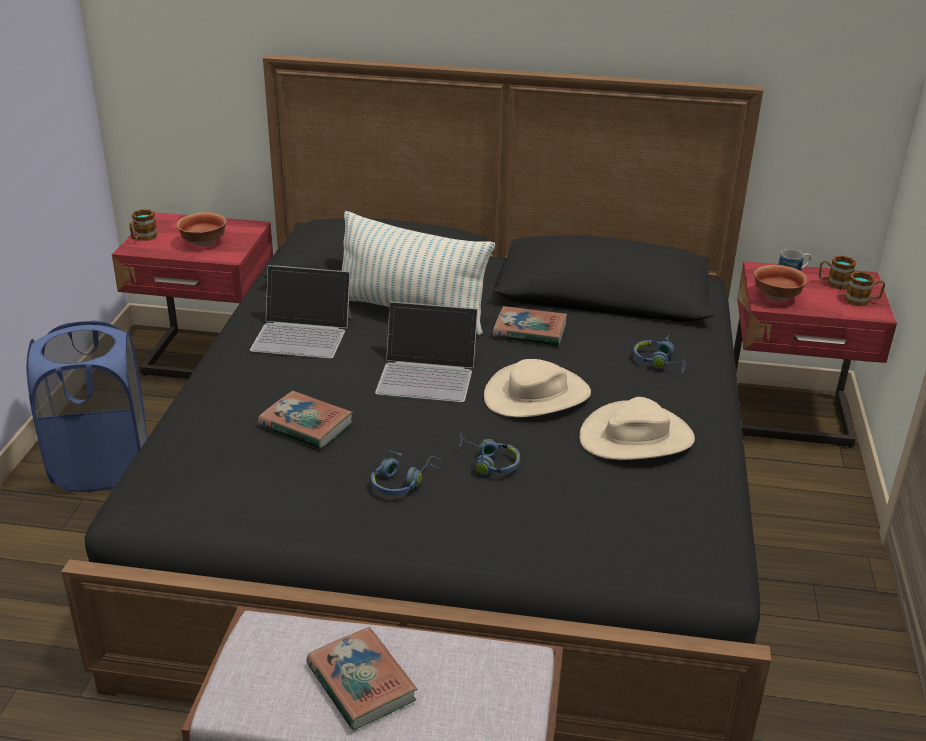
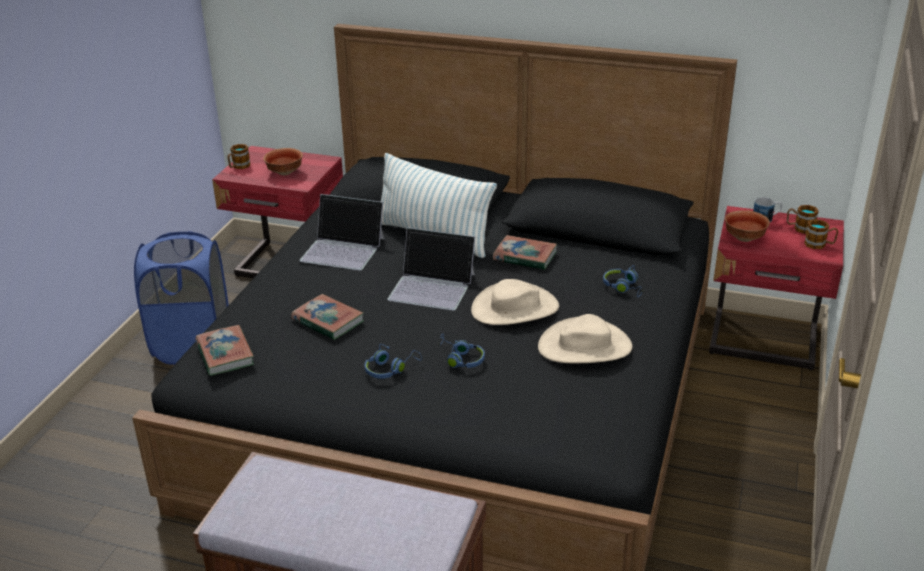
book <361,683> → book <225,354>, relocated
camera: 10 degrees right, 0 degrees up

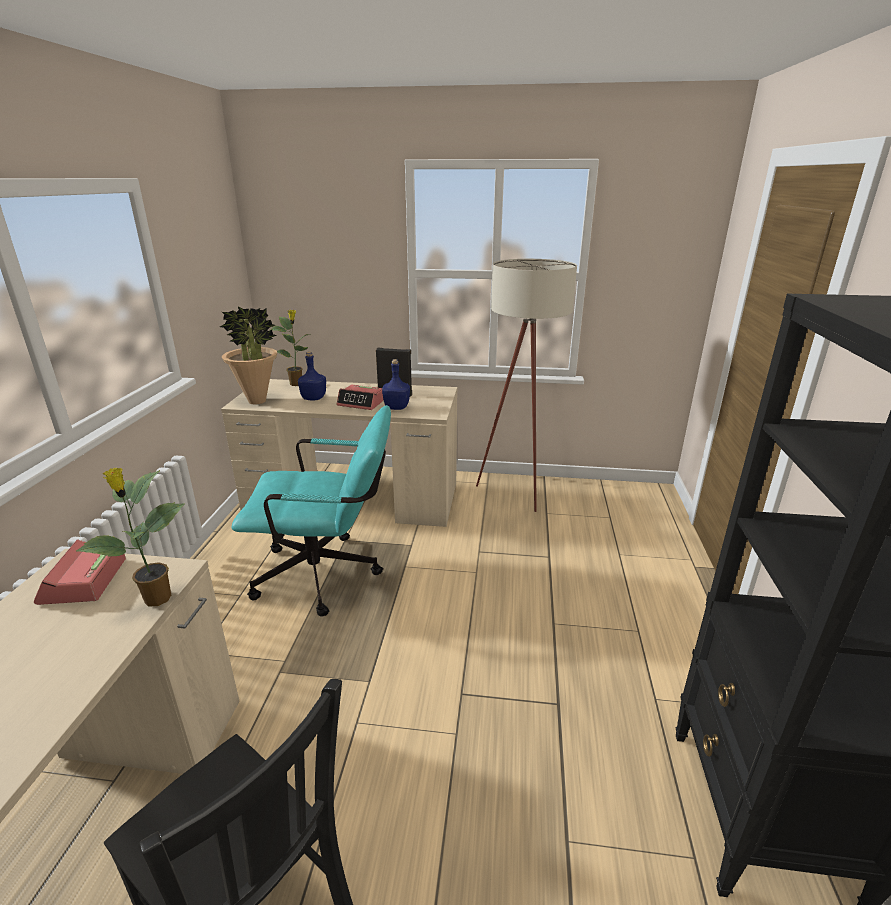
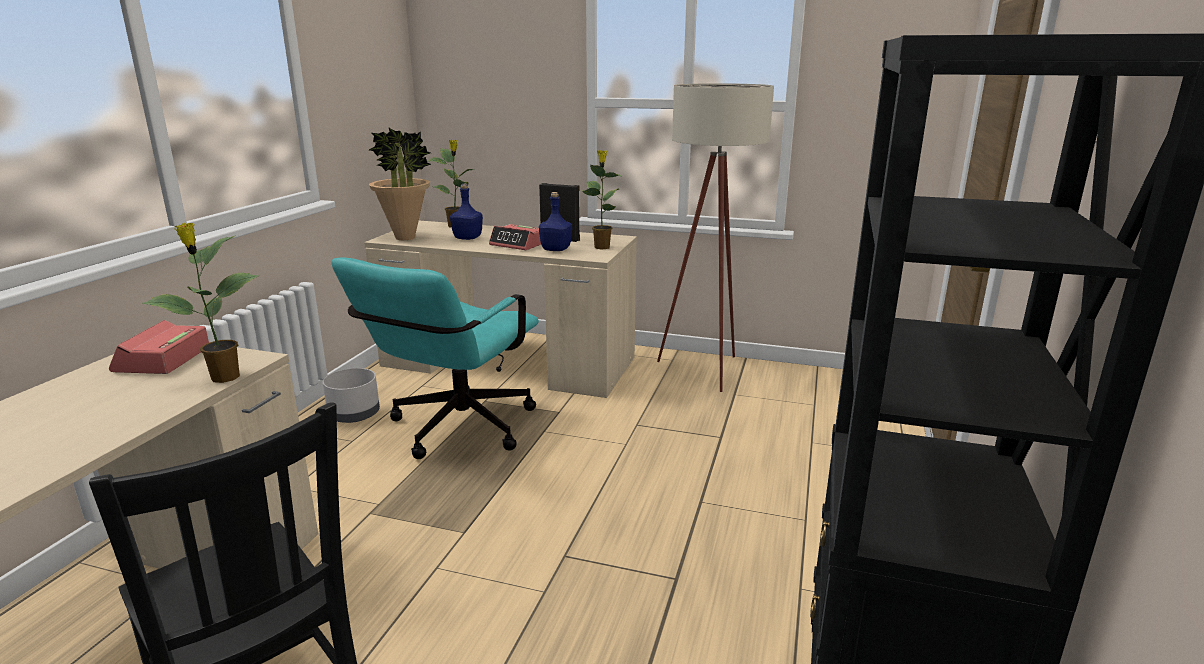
turquoise office chair <328,575> → turquoise office chair <454,431>, 105 degrees clockwise
- → grey planter <355,415>
- → potted plant <602,247>
camera: 10 degrees right, 5 degrees down

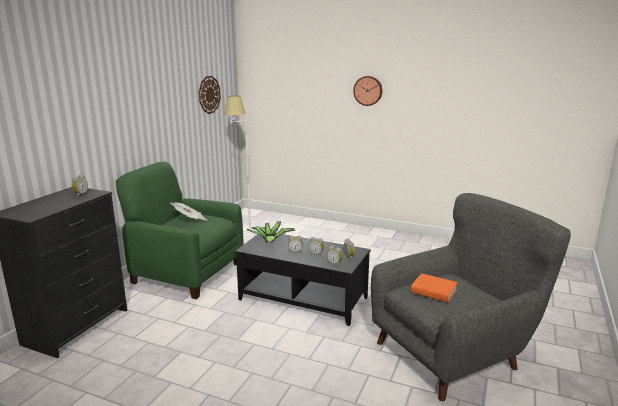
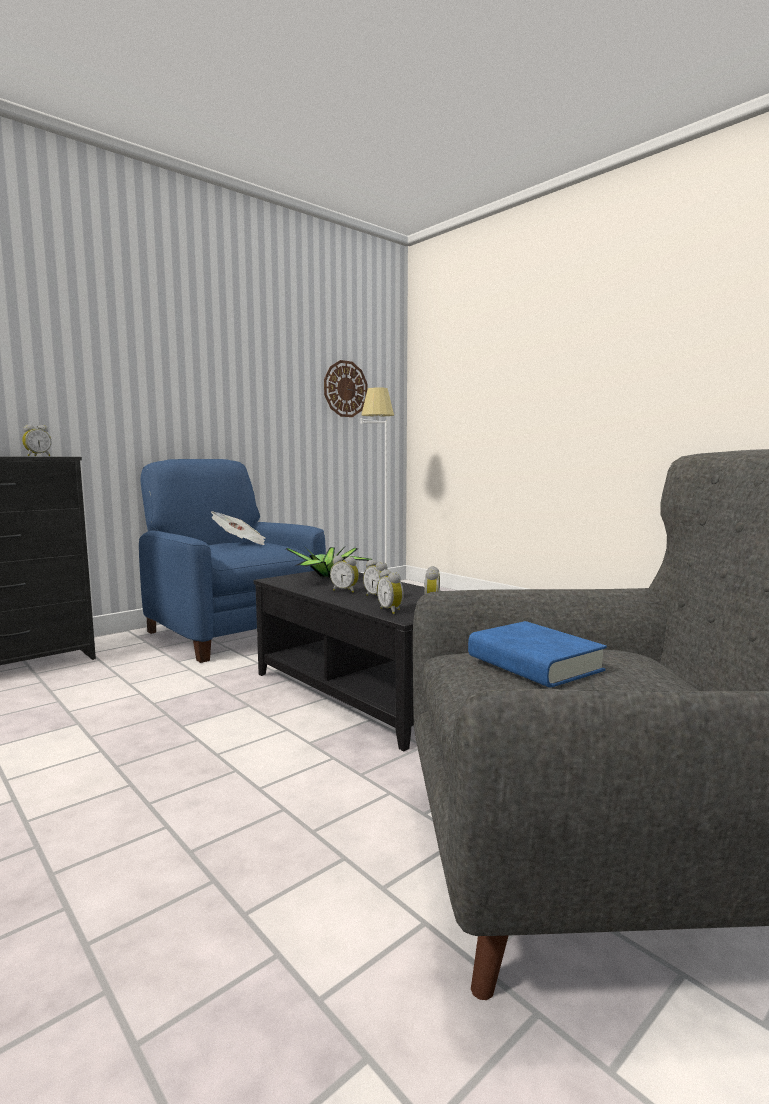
green armchair <186,273> → blue armchair <233,632>
wall clock <368,90> → -
orange book <433,291> → blue book <534,663>
camera: 25 degrees right, 10 degrees down

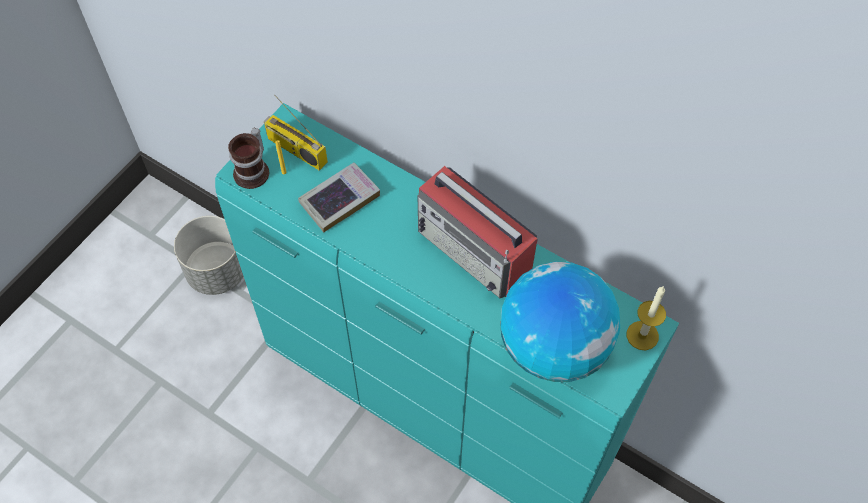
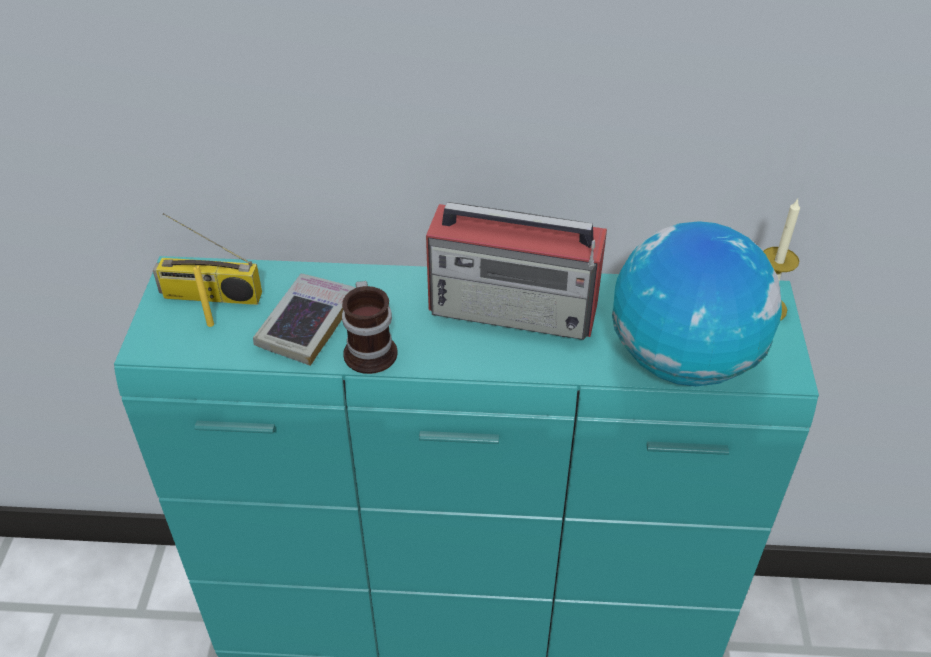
grey planter <217,271> → -
mug <254,171> → mug <372,349>, relocated
camera: 30 degrees left, 15 degrees down

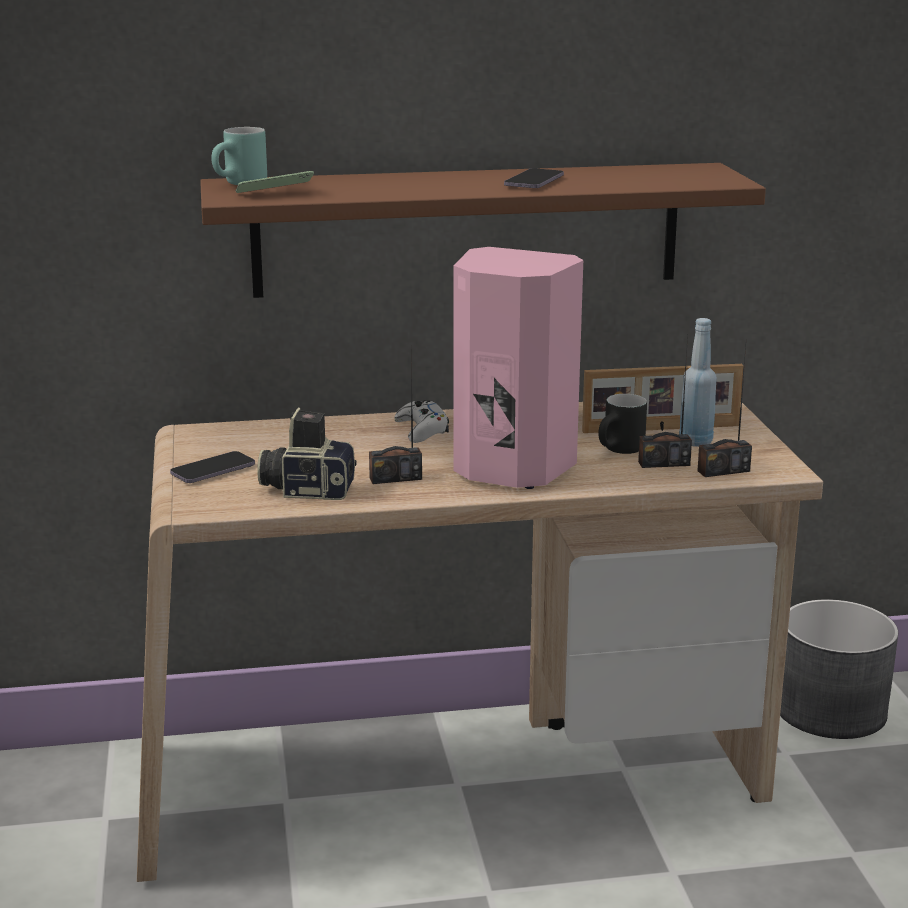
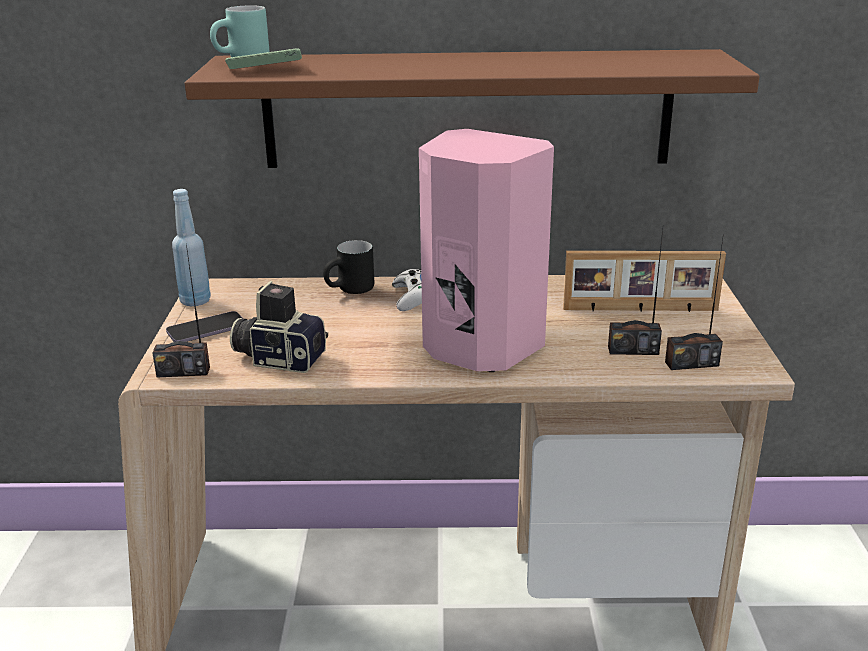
radio <395,478> → radio <183,371>, relocated
phone <534,182> → -
black mug <621,452> → black mug <351,292>, relocated
blue bottle <695,442> → blue bottle <195,301>, relocated
grey planter <830,710> → -
camera: 10 degrees right, 5 degrees up

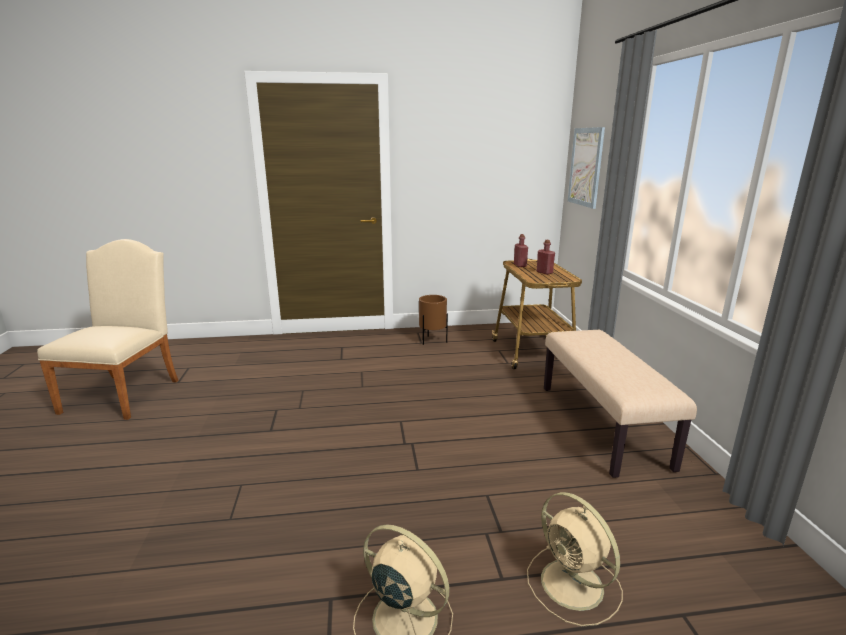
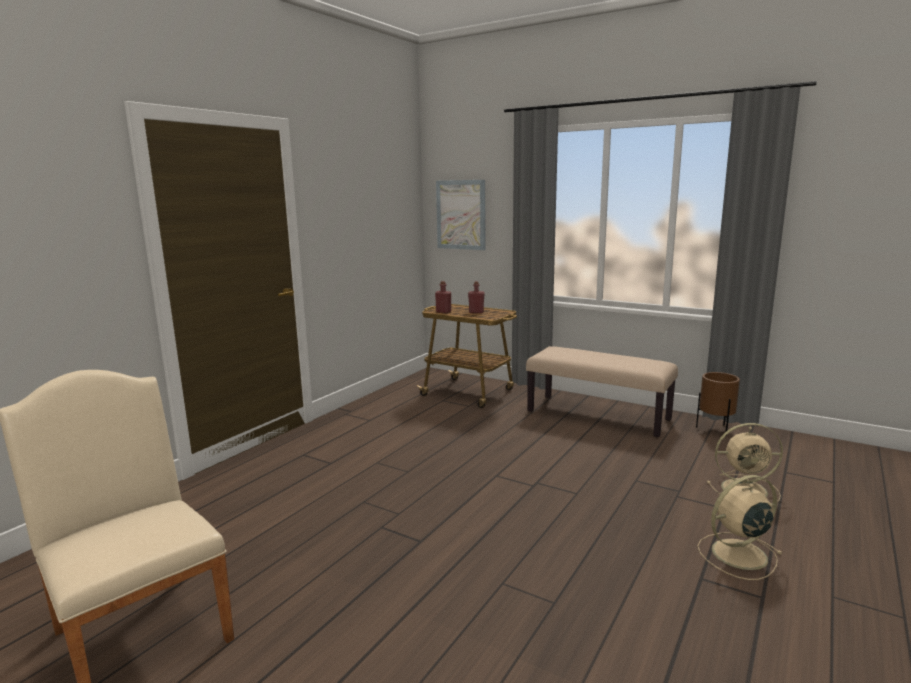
brown planter <432,341> → brown planter <715,429>, relocated
camera: 50 degrees left, 5 degrees down

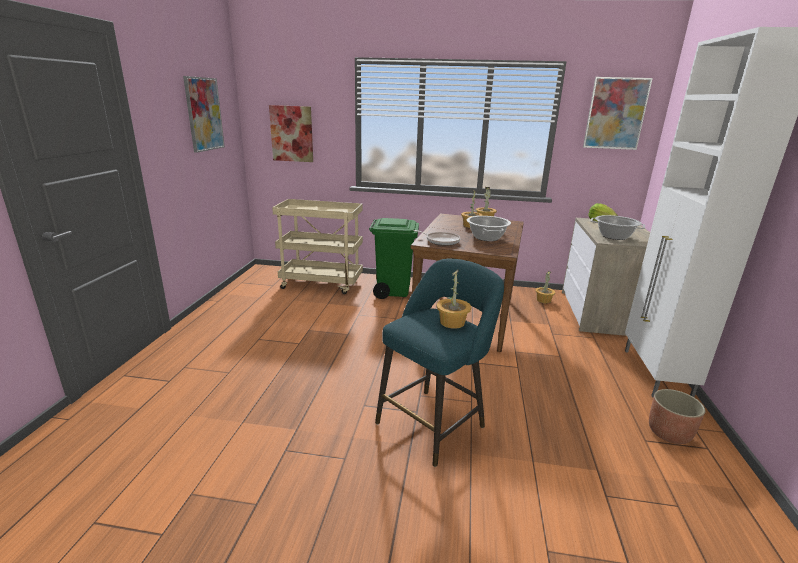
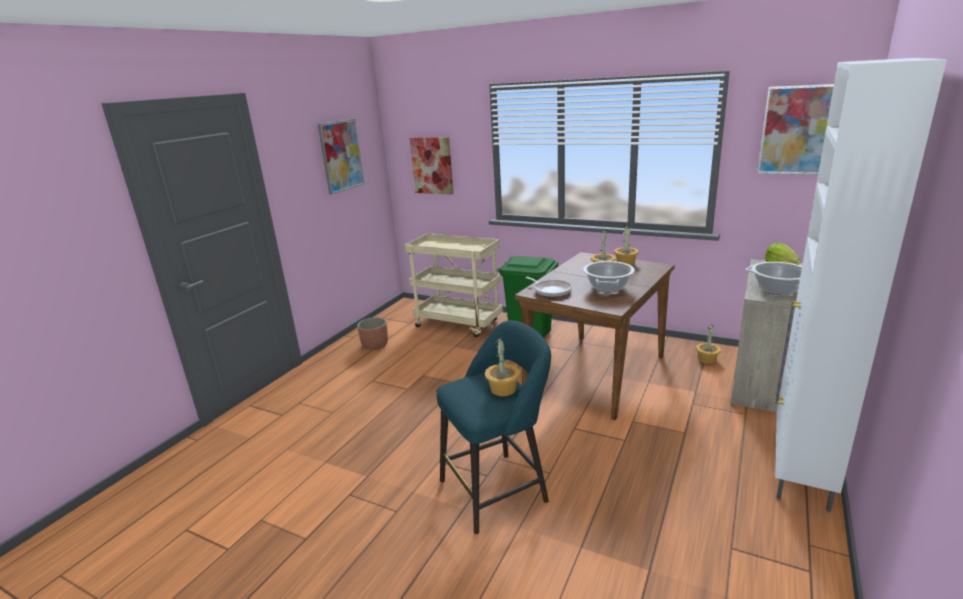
planter <668,433> → planter <375,345>, relocated
camera: 20 degrees right, 0 degrees up

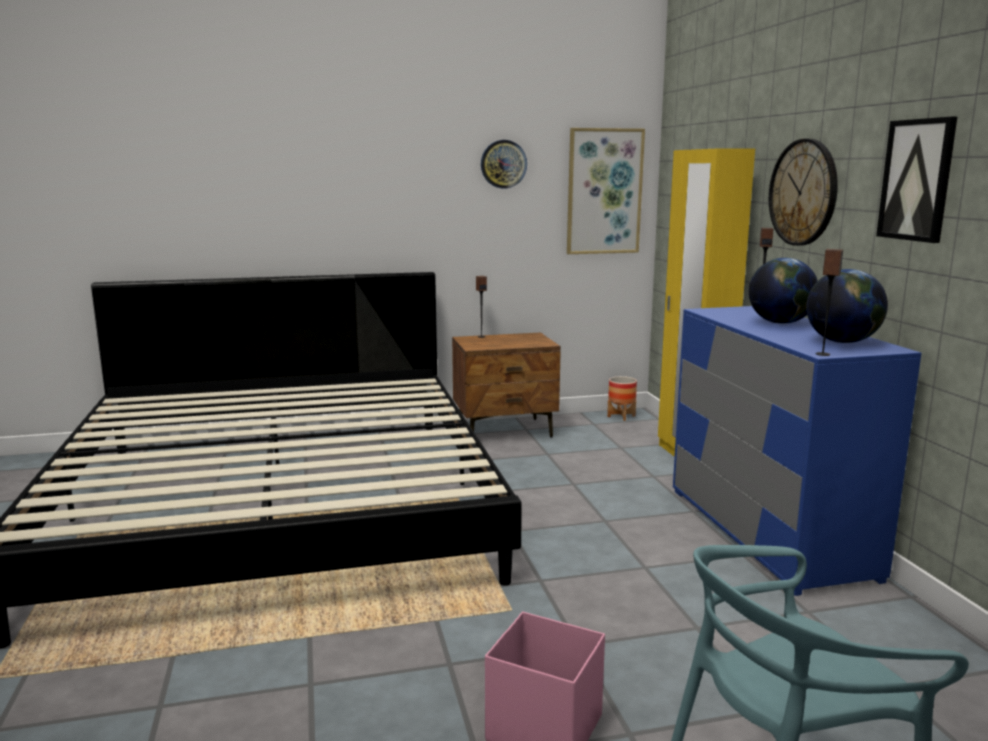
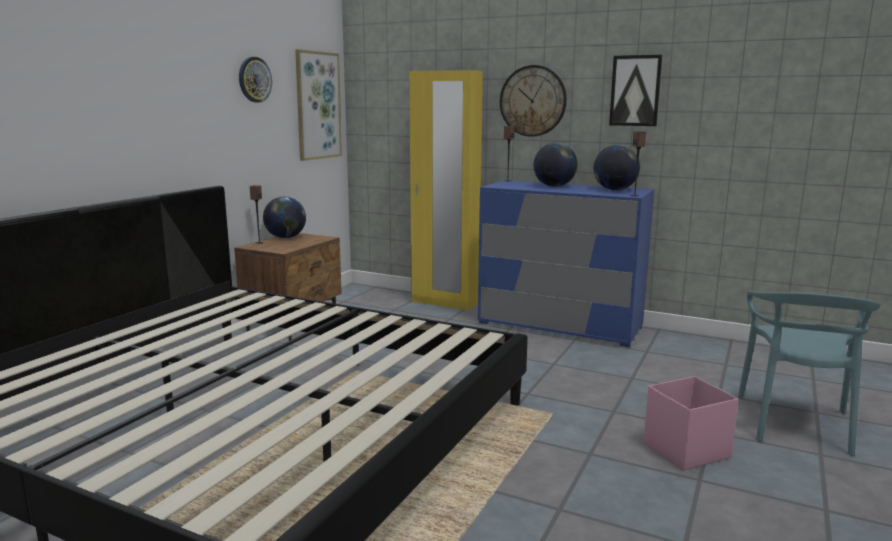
planter <621,416> → -
- → globe <286,237>
camera: 50 degrees left, 0 degrees up

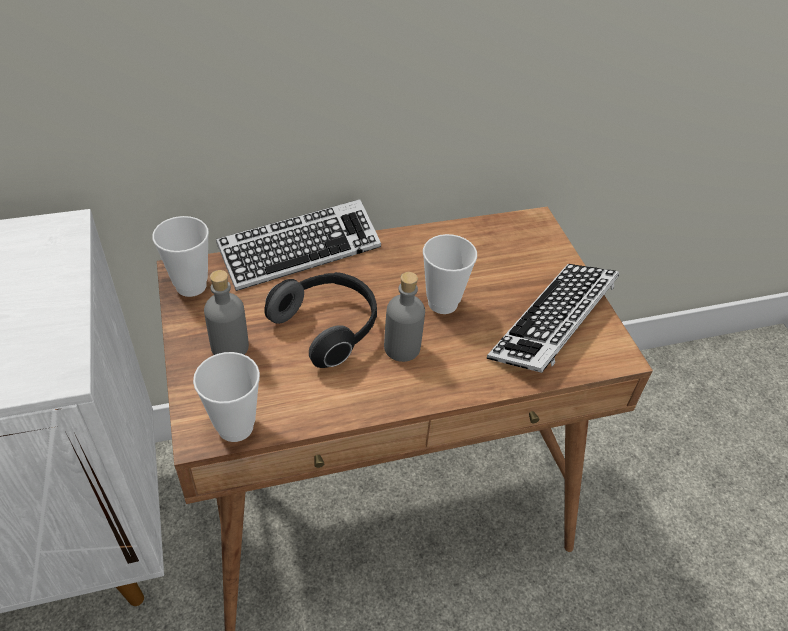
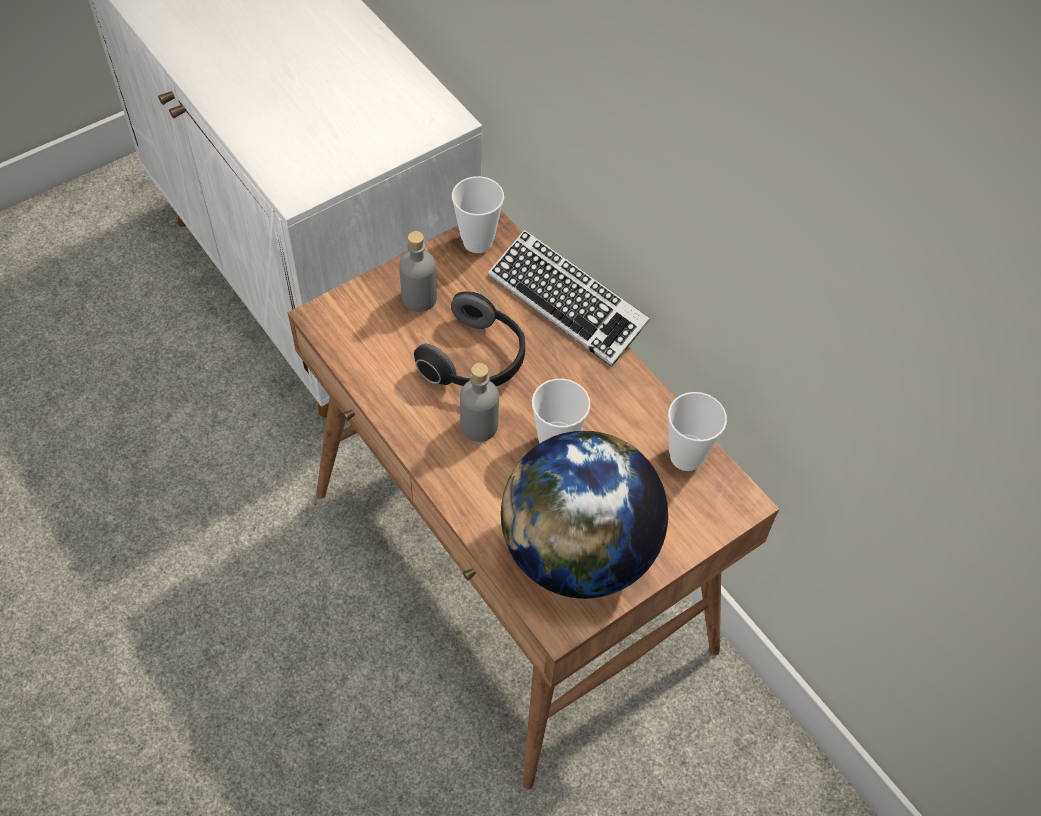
cup <235,427> → cup <686,457>, relocated
keyboard <554,323> → globe <578,552>
camera: 70 degrees right, 10 degrees up

